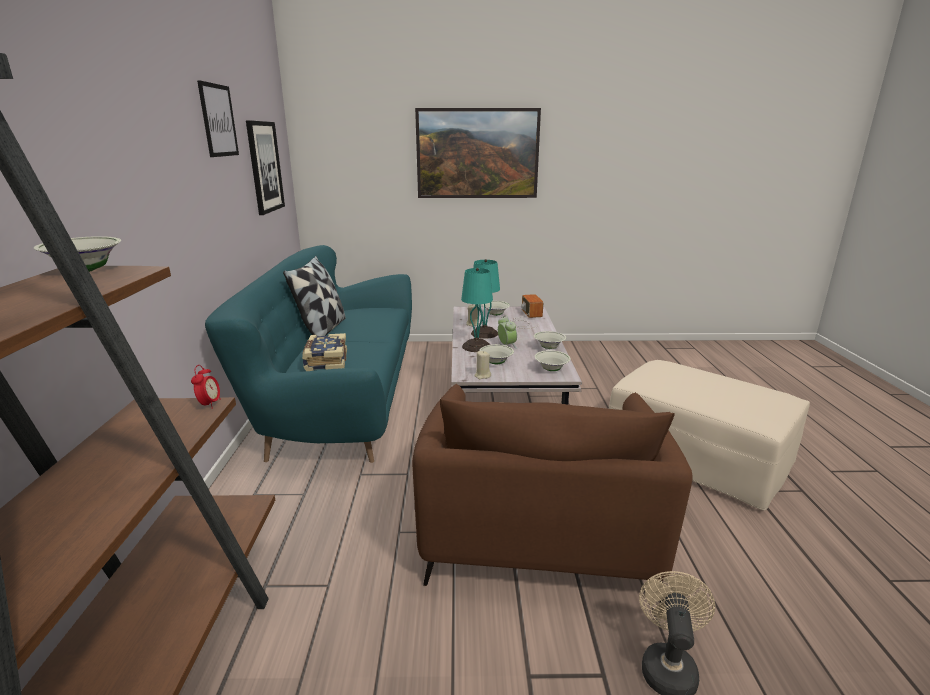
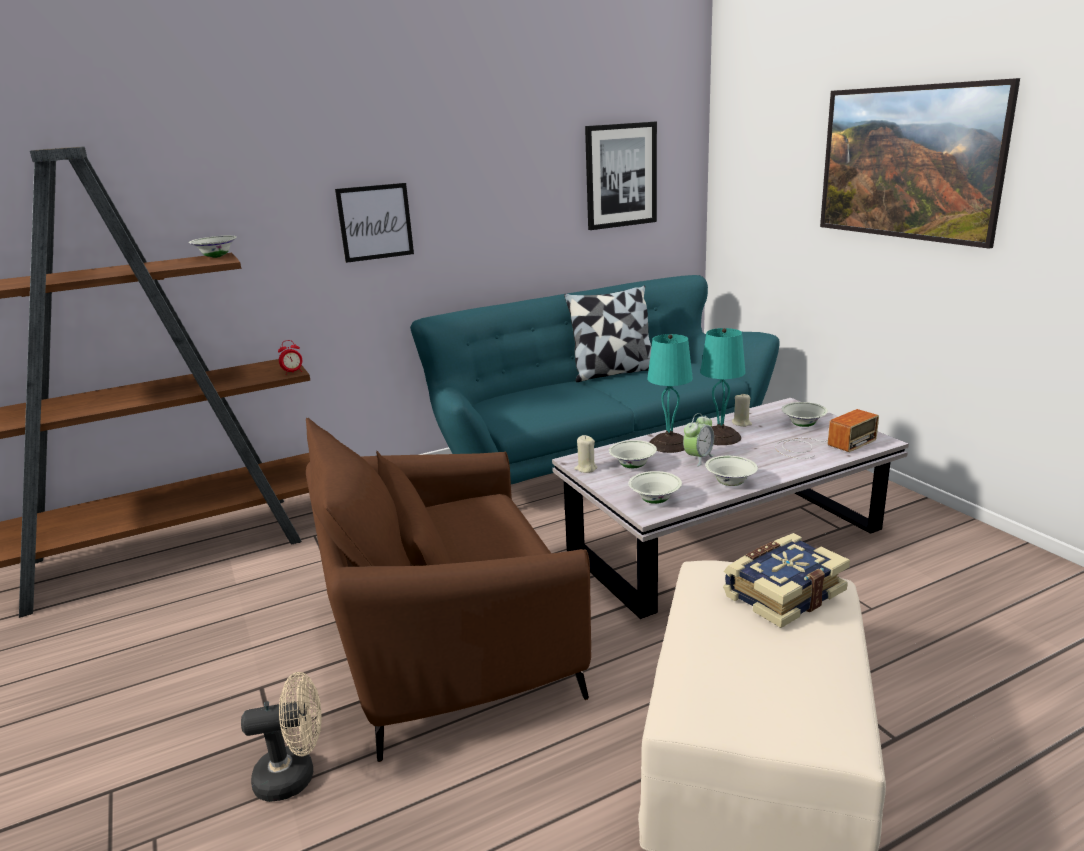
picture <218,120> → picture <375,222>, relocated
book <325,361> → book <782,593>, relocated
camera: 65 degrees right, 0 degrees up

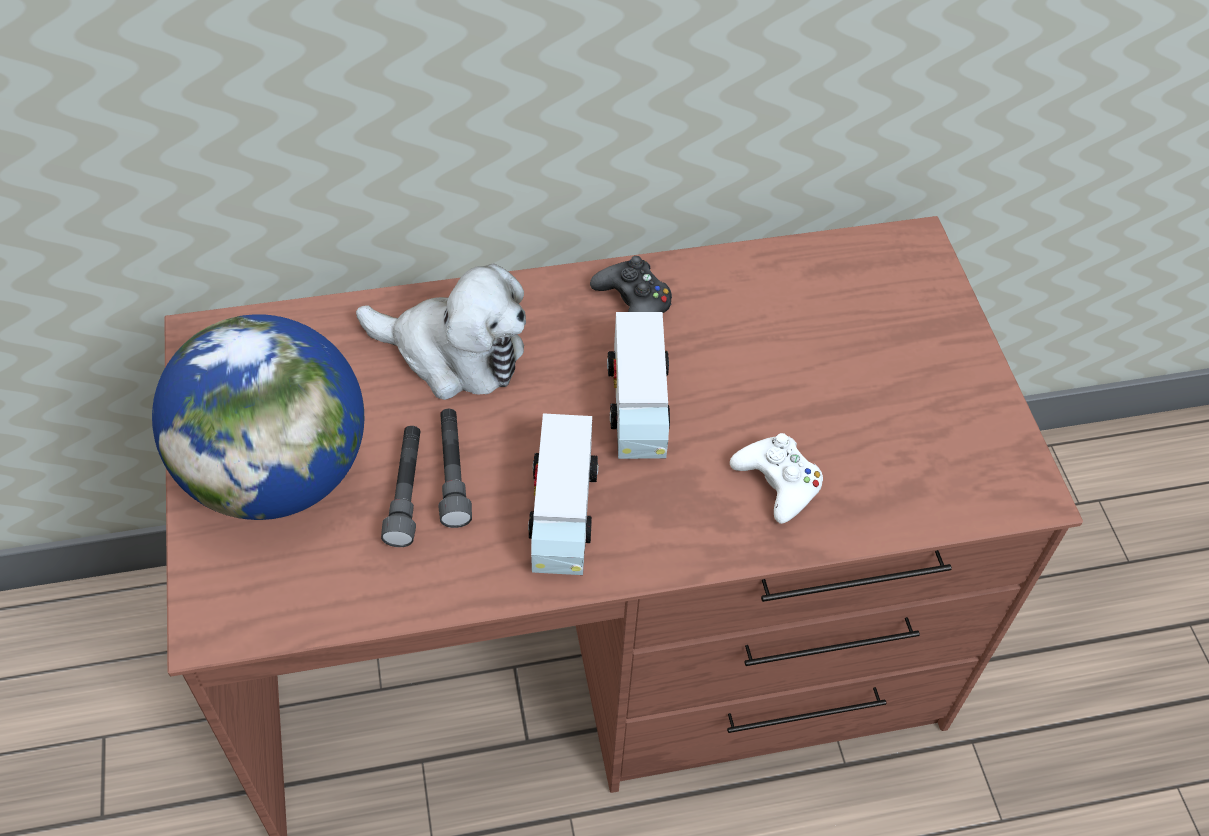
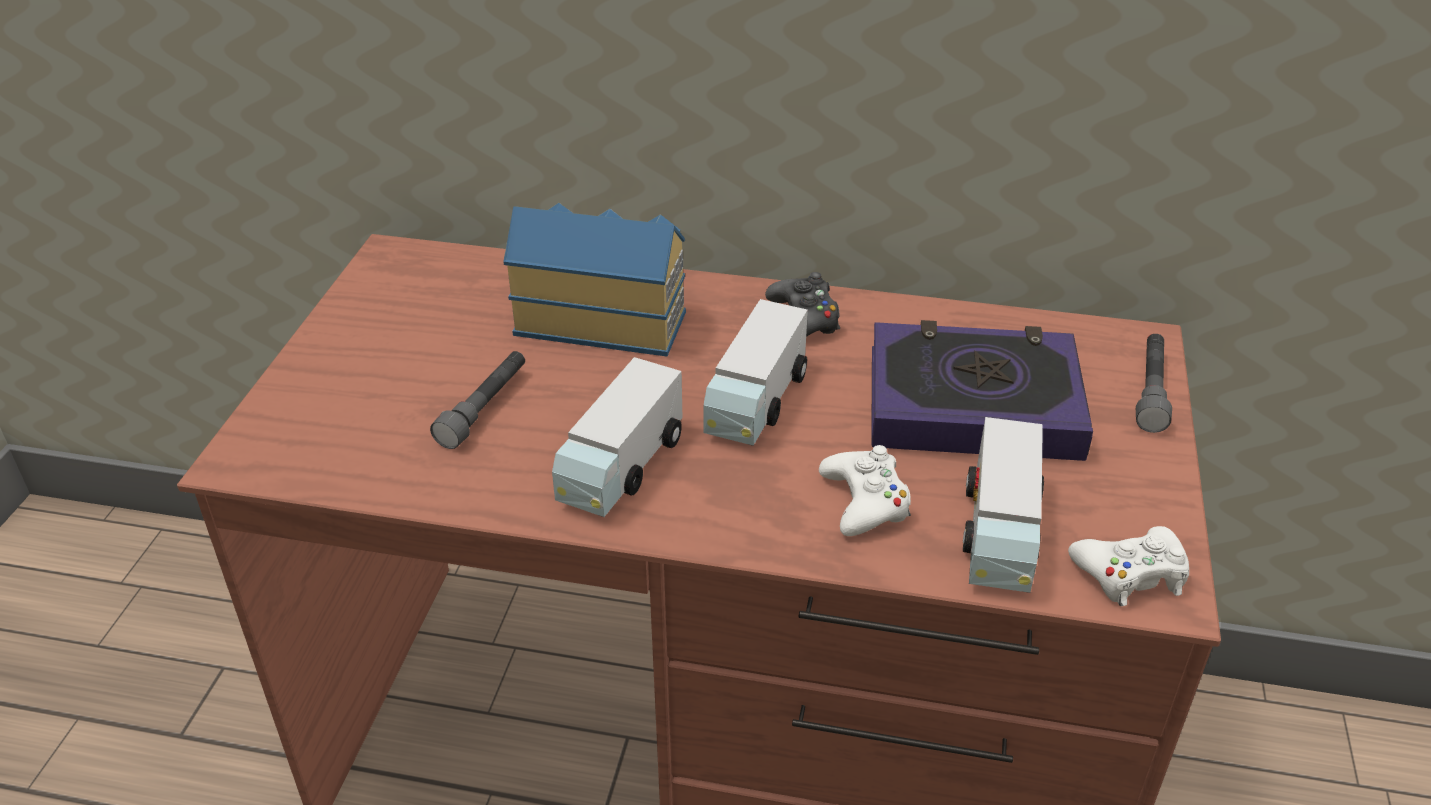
globe <277,473> → -
plush toy <453,354> → toy house <601,317>
grey flashlight <453,473> → grey flashlight <1150,391>, relocated
- → book <973,403>
- → toy truck <1000,534>
- → white game controller <1131,574>
camera: 25 degrees right, 15 degrees down

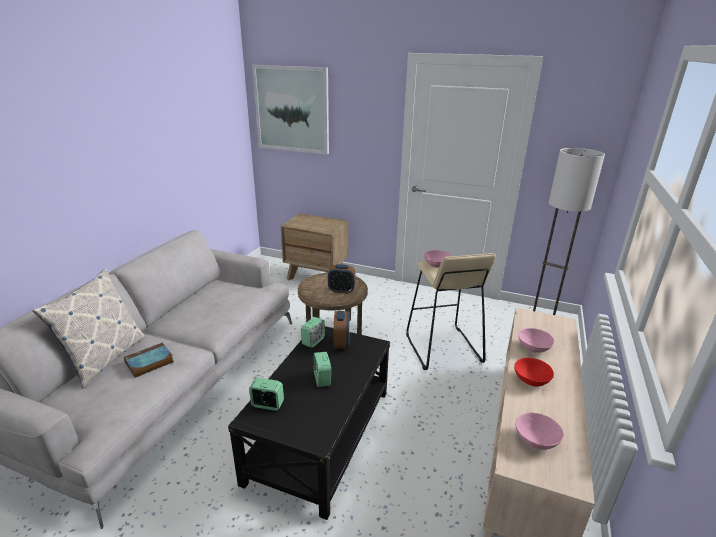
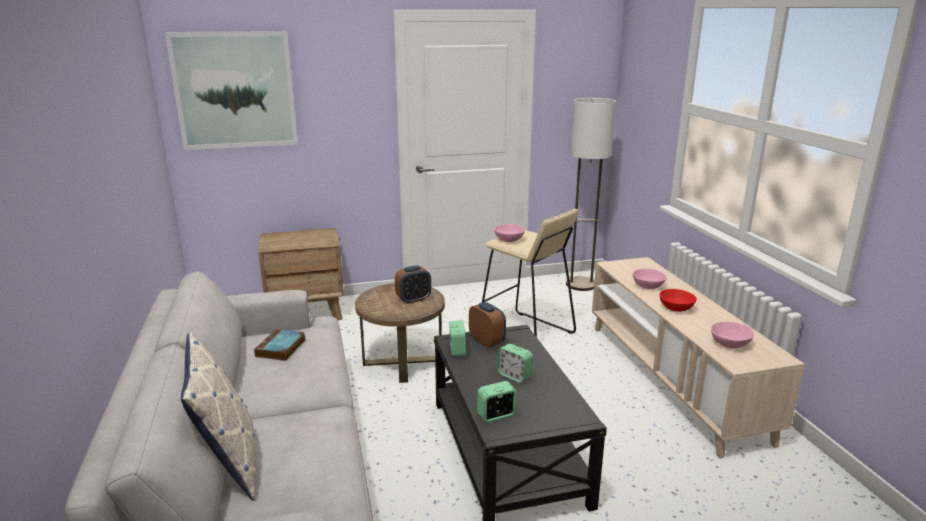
book <149,363> → book <281,349>, relocated
camera: 35 degrees left, 5 degrees down

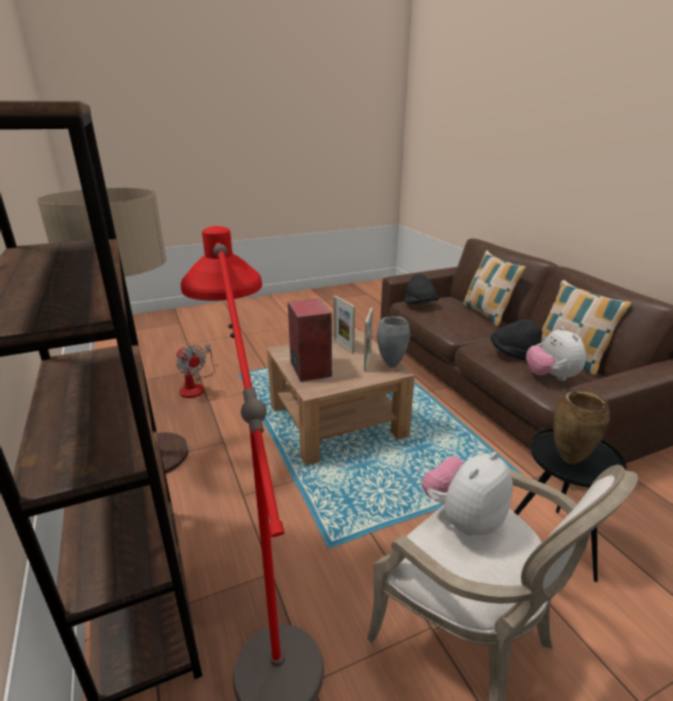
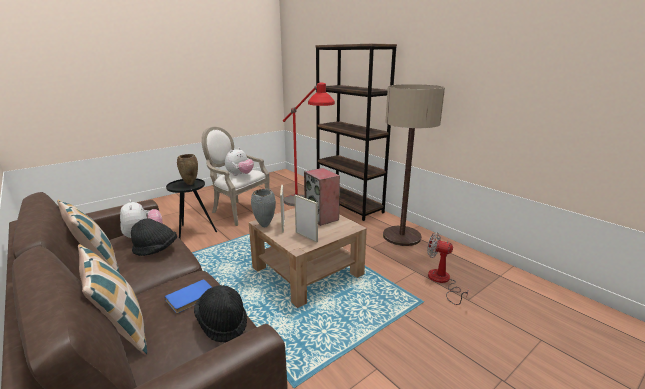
- → blue book <192,298>
camera: 165 degrees right, 5 degrees down

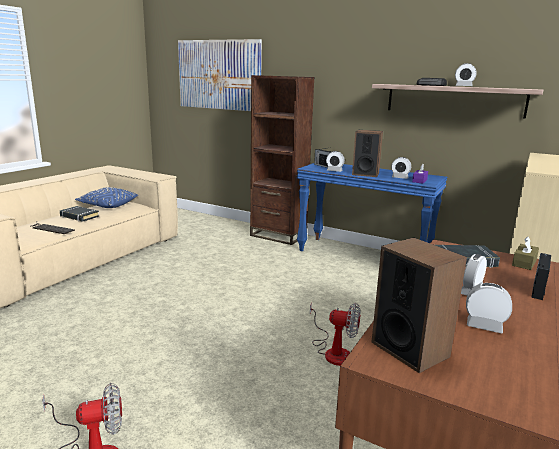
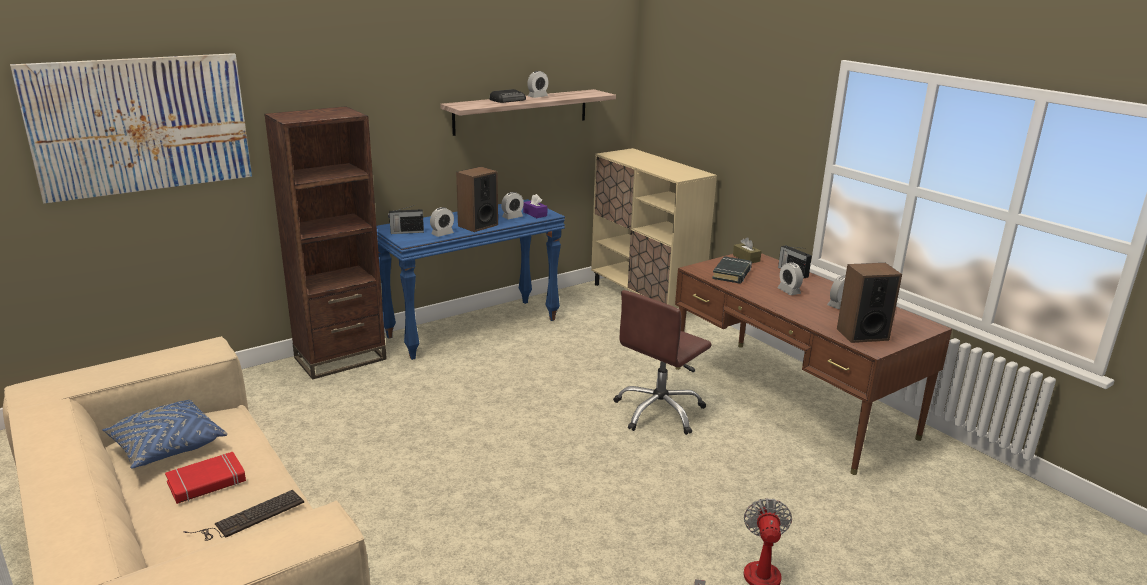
black book <79,216> → red book <207,482>
fan <333,351> → brown office chair <659,411>
camera: 65 degrees left, 5 degrees up

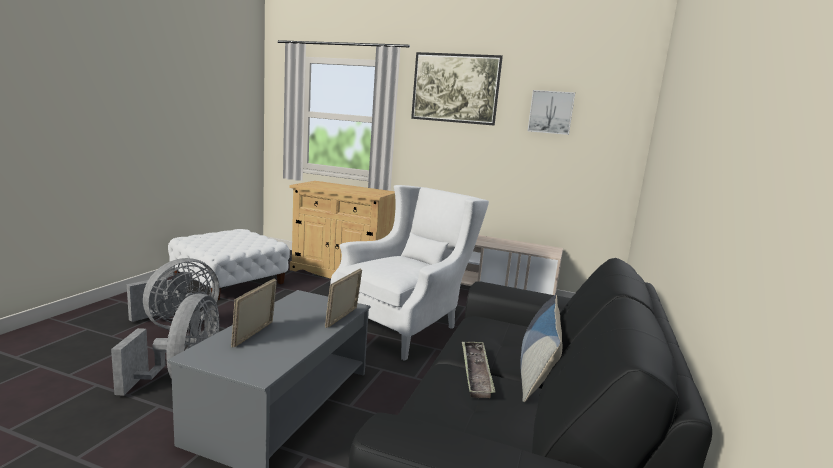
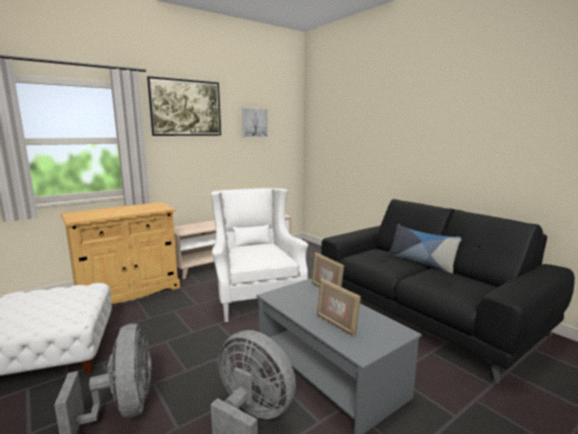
tray <476,372> → -
camera: 55 degrees left, 0 degrees up

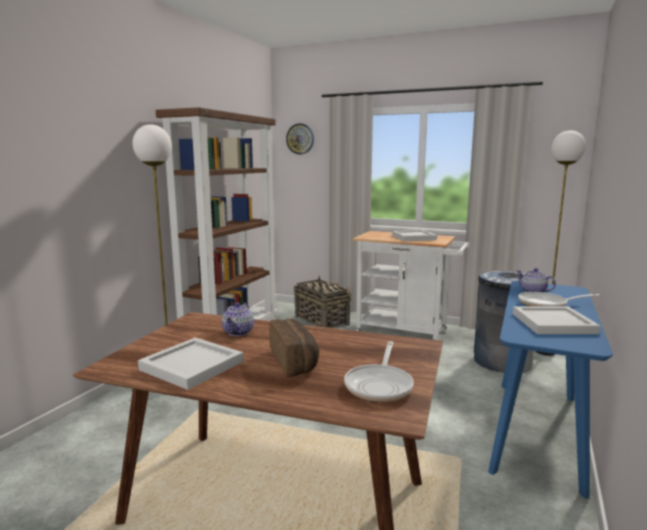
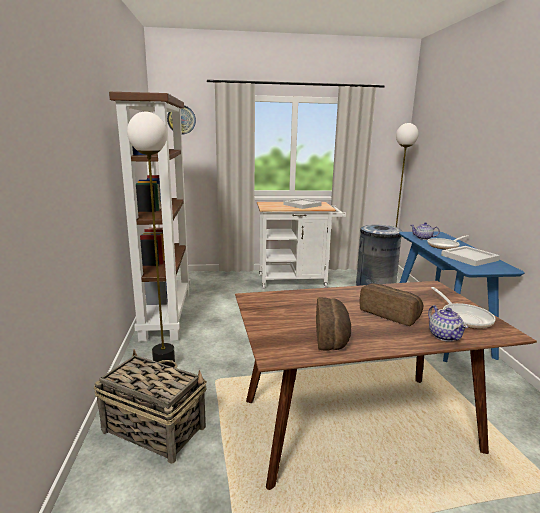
white tray <190,366> → bread <332,336>
teapot <239,332> → teapot <444,336>, relocated
basket <321,320> → basket <153,428>, relocated
camera: 30 degrees left, 5 degrees up

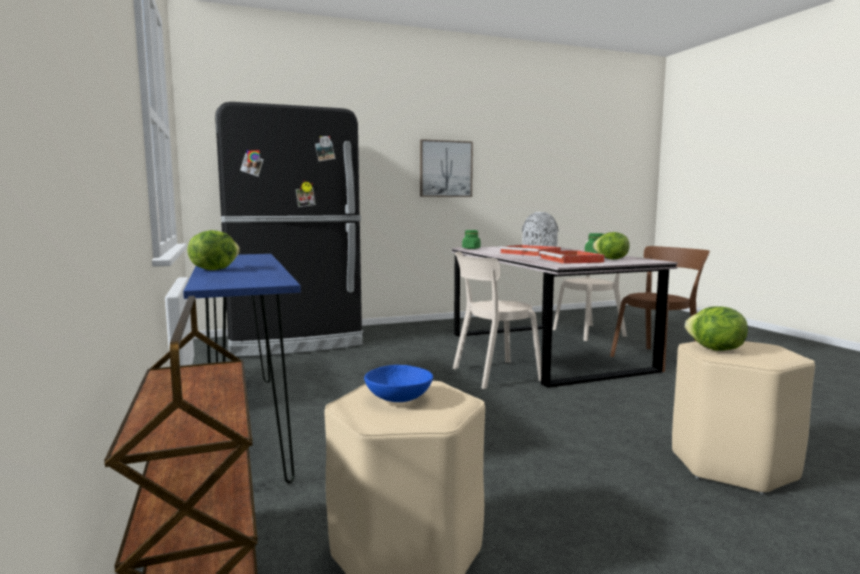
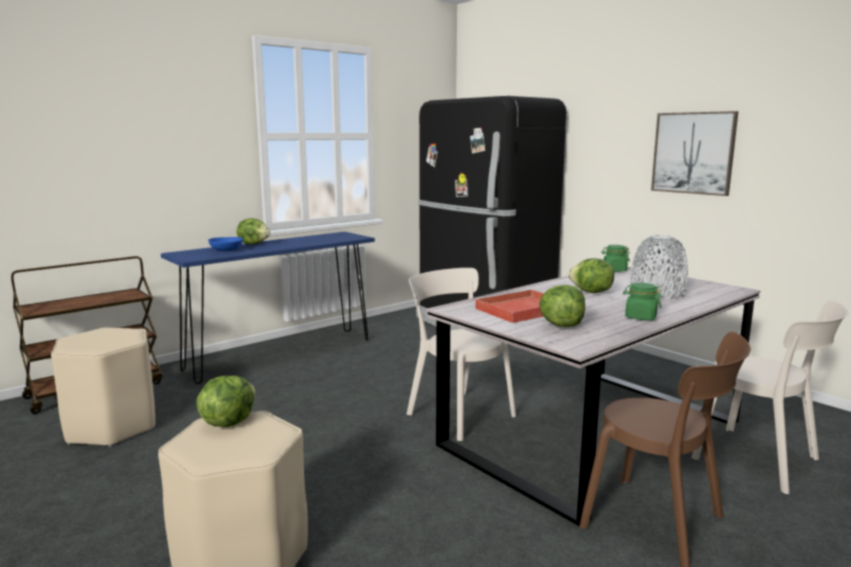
blue bowl <398,399> → blue bowl <226,251>, relocated
red tray <531,253> → lettuce <591,292>
camera: 70 degrees right, 5 degrees up

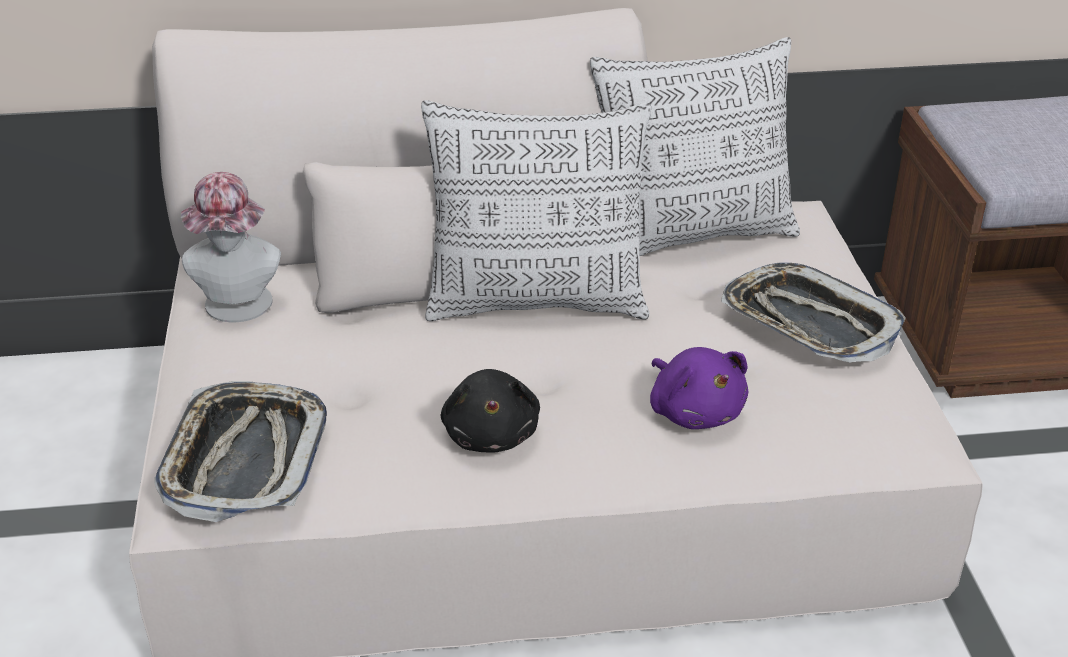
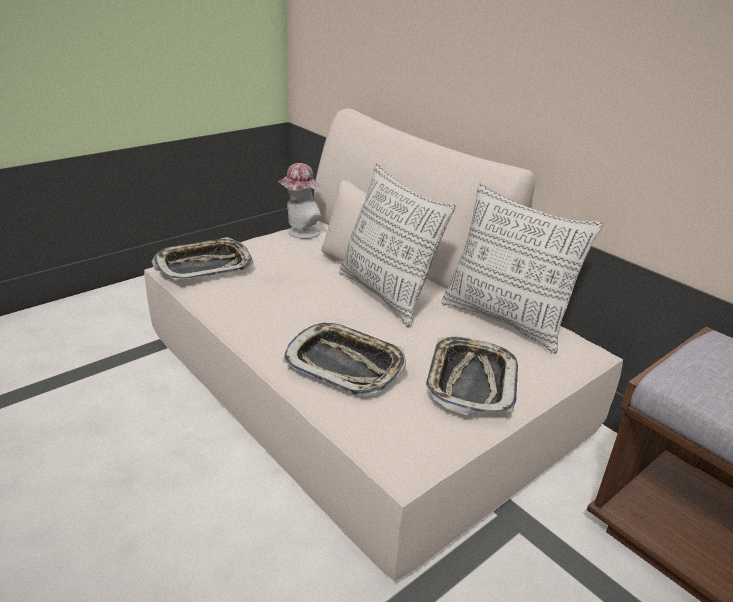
black plush toy <491,434> → -
purple plush toy <694,411> → tray <345,364>
camera: 55 degrees right, 5 degrees down

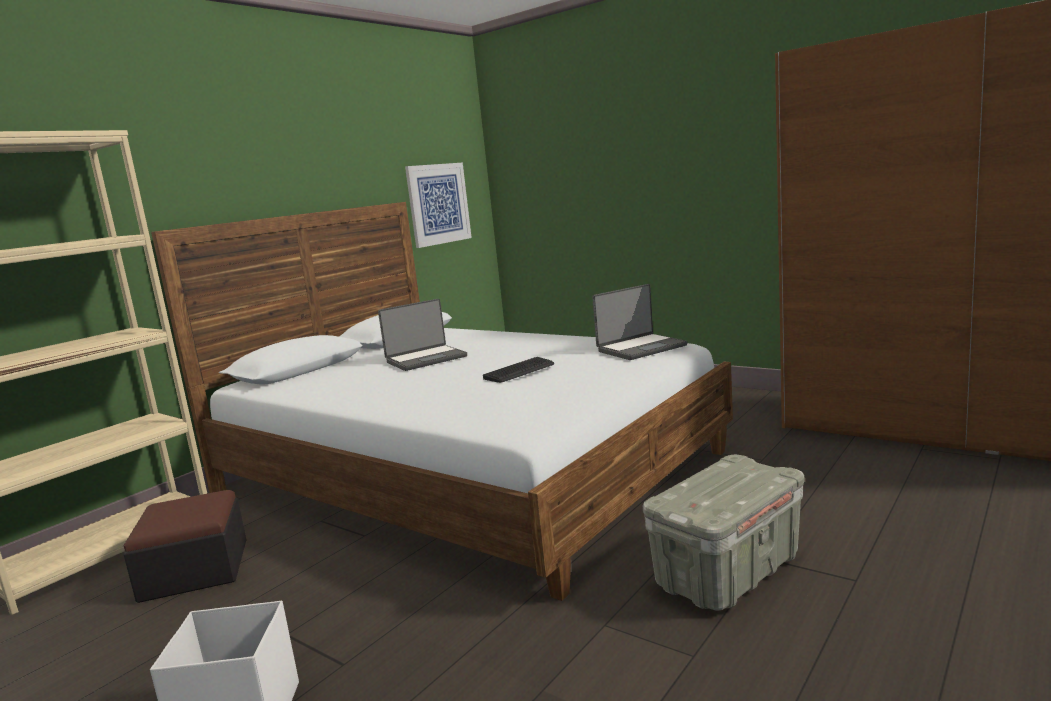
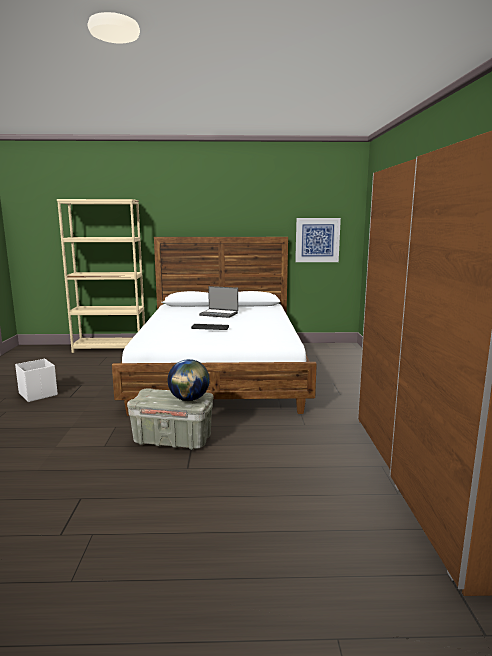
ottoman <195,570> → -
laptop <640,348> → -
- → globe <189,399>
camera: 50 degrees right, 0 degrees up

